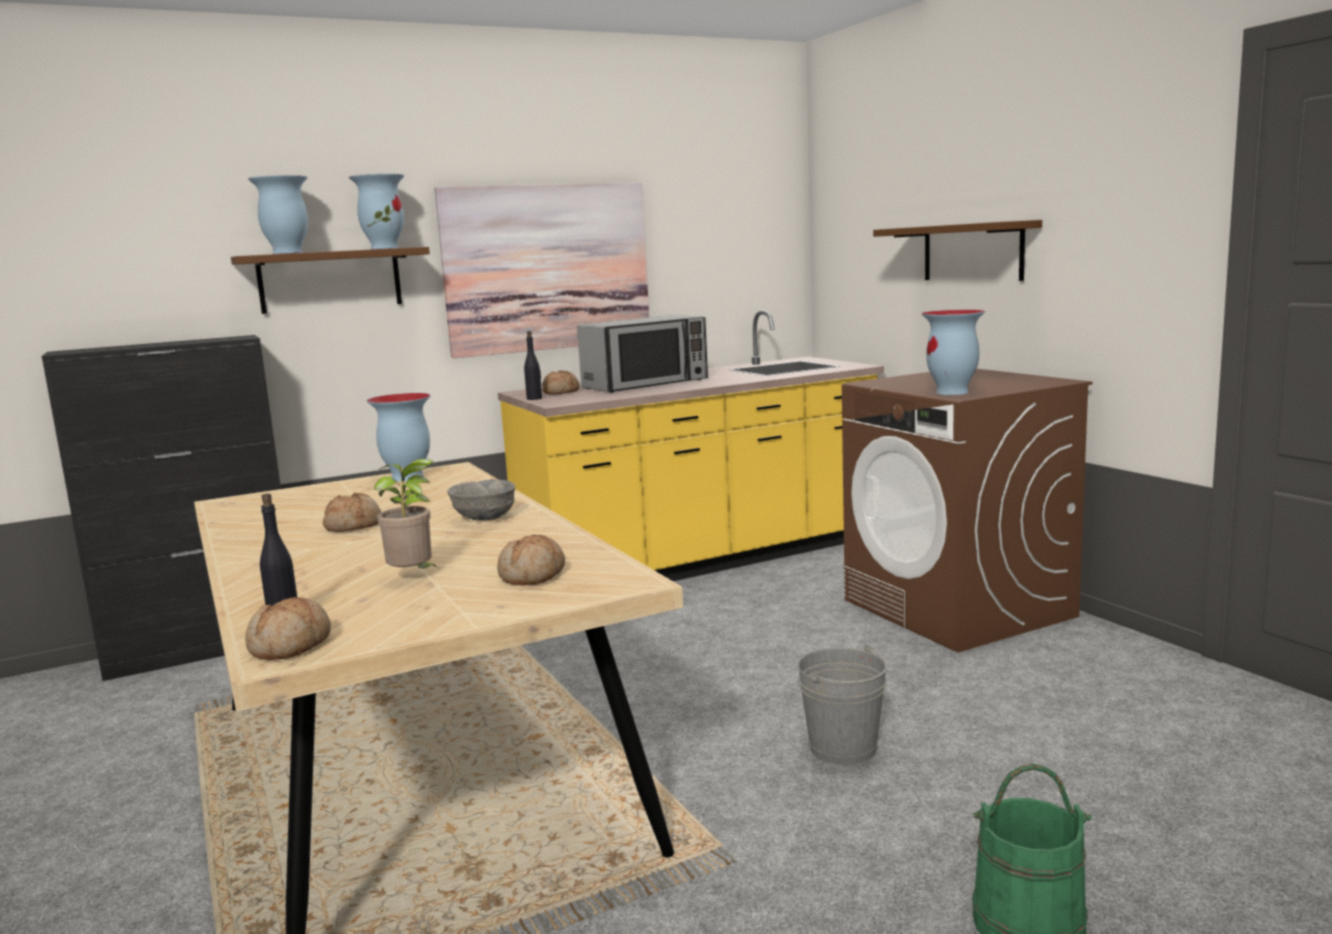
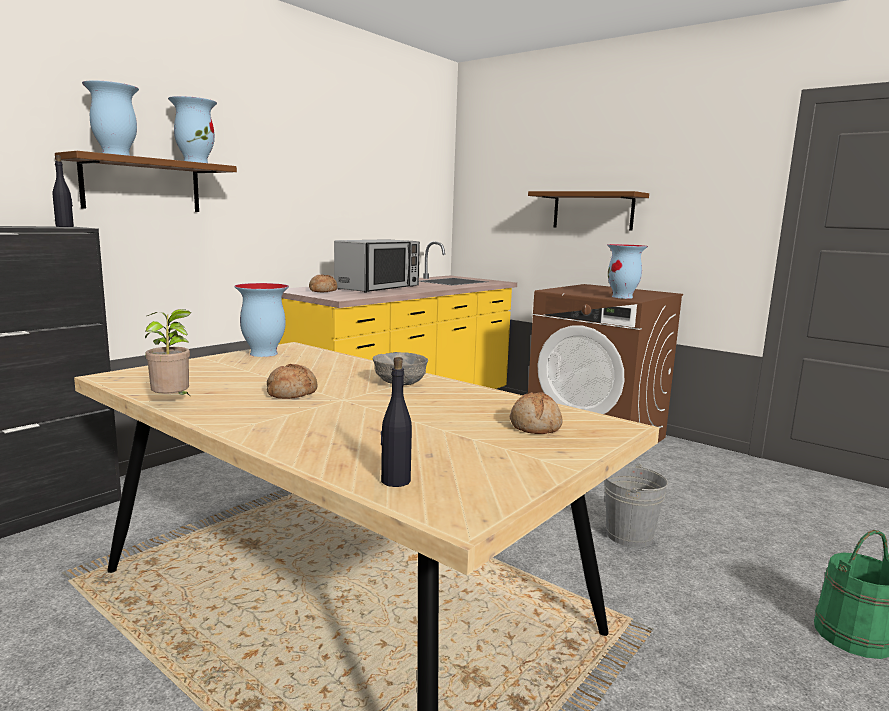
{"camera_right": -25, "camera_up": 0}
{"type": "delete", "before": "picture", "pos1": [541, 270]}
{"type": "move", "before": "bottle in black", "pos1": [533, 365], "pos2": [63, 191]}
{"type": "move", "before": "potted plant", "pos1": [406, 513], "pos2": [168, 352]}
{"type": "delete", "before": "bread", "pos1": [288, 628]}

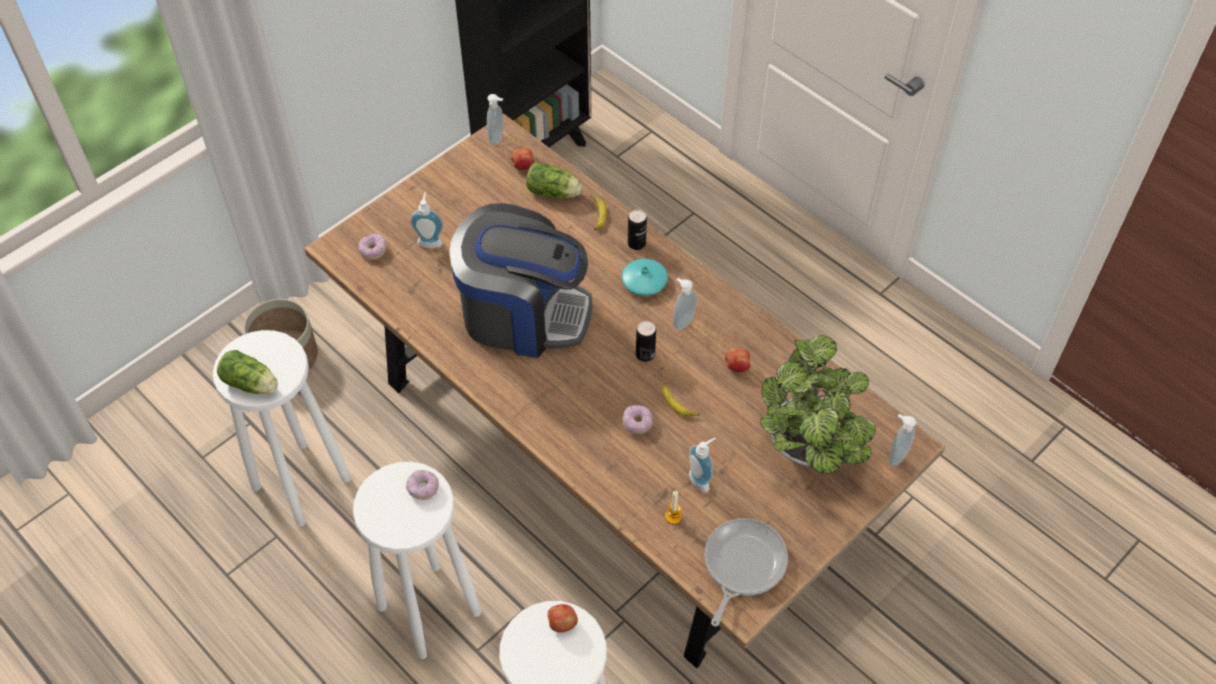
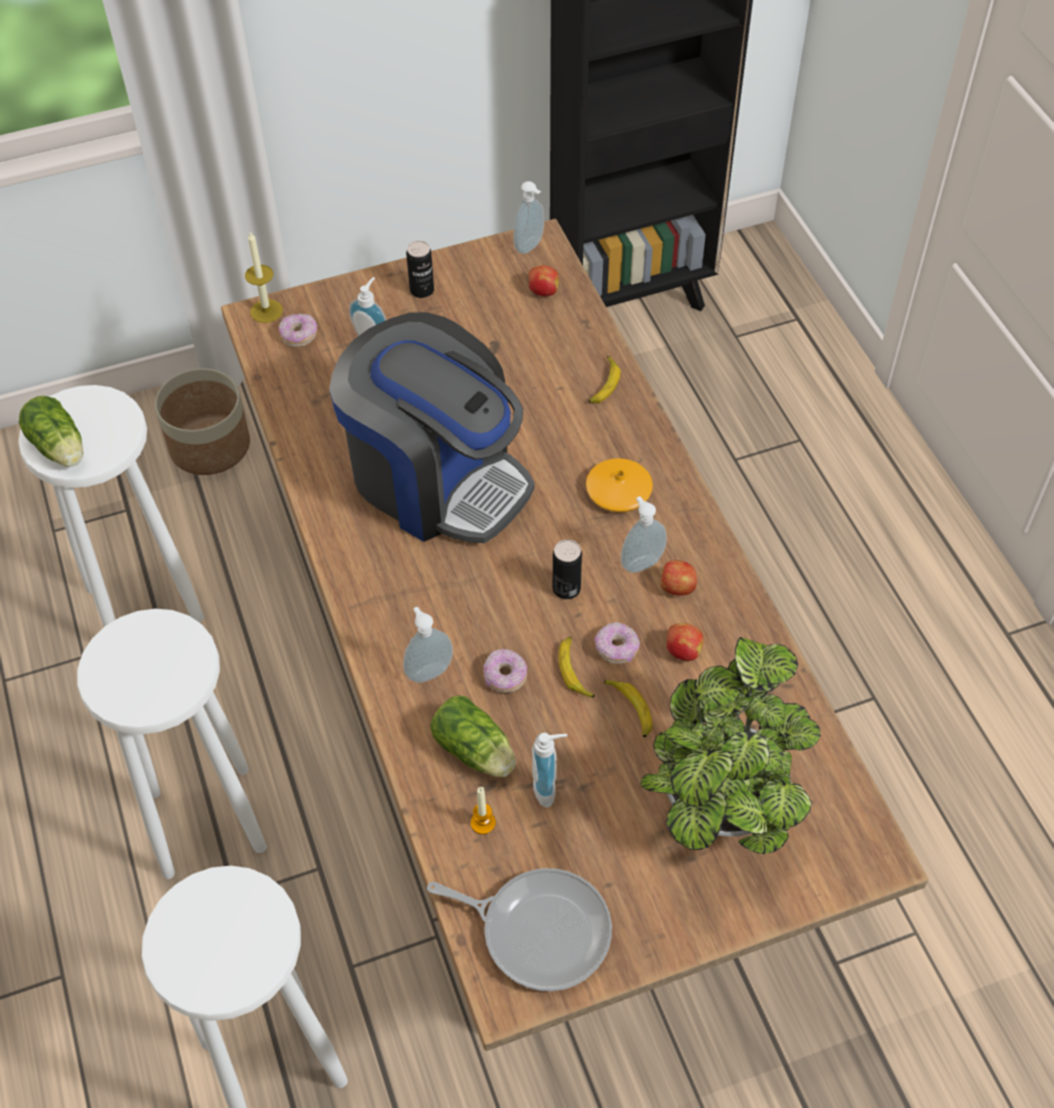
{"camera_right": 25, "camera_up": 0}
{"type": "move", "before": "lettuce", "pos1": [554, 180], "pos2": [473, 736]}
{"type": "move", "before": "can", "pos1": [637, 229], "pos2": [420, 269]}
{"type": "recolor", "before": "vase in turquoise", "after": "vase in orange", "pos1": [645, 277], "pos2": [619, 485]}
{"type": "move", "before": "soap dispenser", "pos1": [902, 440], "pos2": [428, 645]}
{"type": "move", "before": "donut", "pos1": [422, 485], "pos2": [617, 643]}
{"type": "rotate", "before": "frying pan", "pos1": [746, 572], "pos2": [519, 929], "turn": 60}
{"type": "move", "before": "apple", "pos1": [563, 618], "pos2": [678, 578]}
{"type": "insert", "after": "candle", "pos2": [264, 277]}
{"type": "insert", "after": "banana", "pos2": [628, 708]}

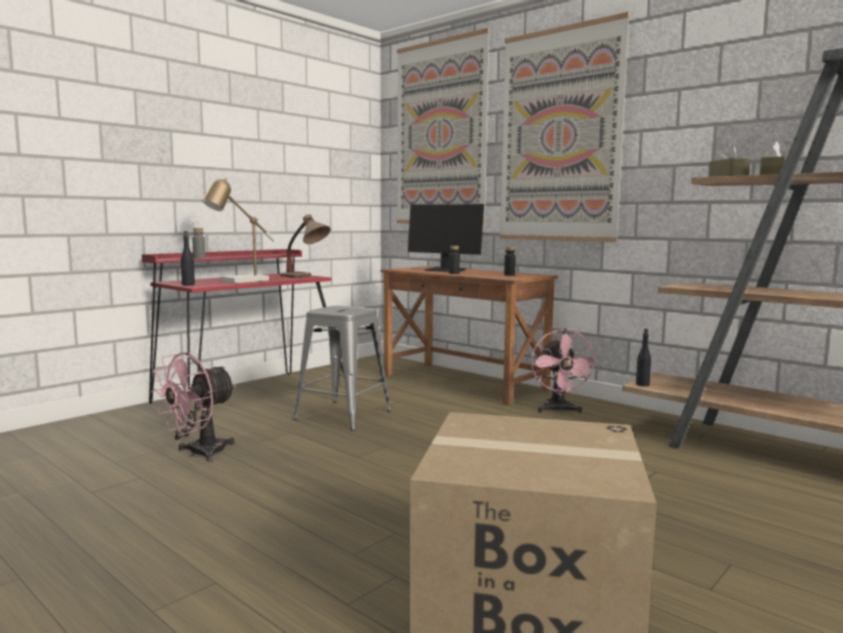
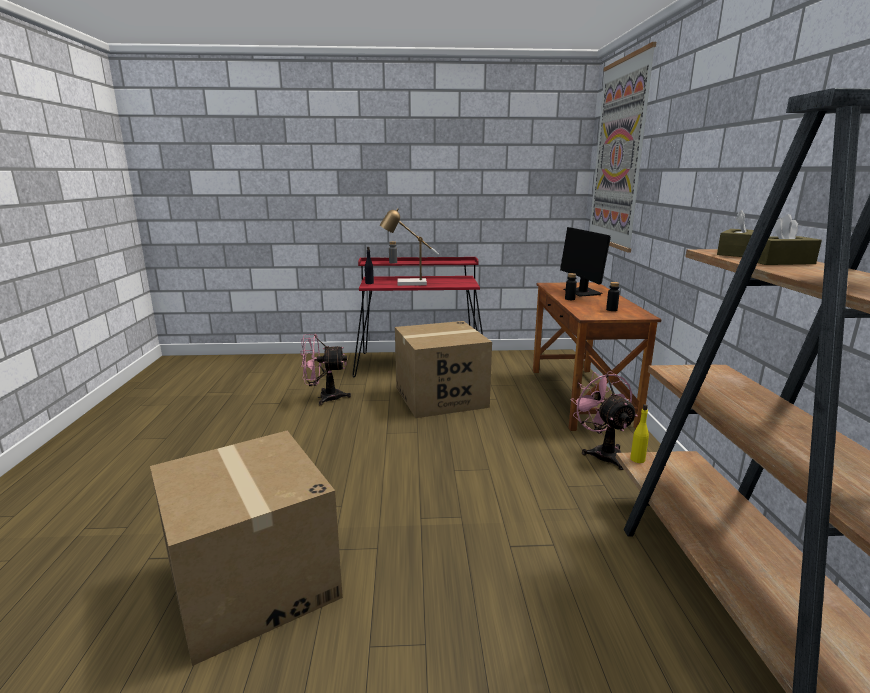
{"camera_right": 45, "camera_up": 10}
{"type": "delete", "before": "picture", "pos1": [564, 127]}
{"type": "delete", "before": "table lamp", "pos1": [305, 245]}
{"type": "replace", "before": "stool in grey", "after": "cardboard box", "pos1": [342, 367], "pos2": [443, 369]}
{"type": "rotate", "before": "fan in pink", "pos1": [564, 371], "pos2": [604, 420], "turn": 120}
{"type": "recolor", "before": "bottle in black", "after": "bottle in yellow", "pos1": [643, 357], "pos2": [639, 433]}

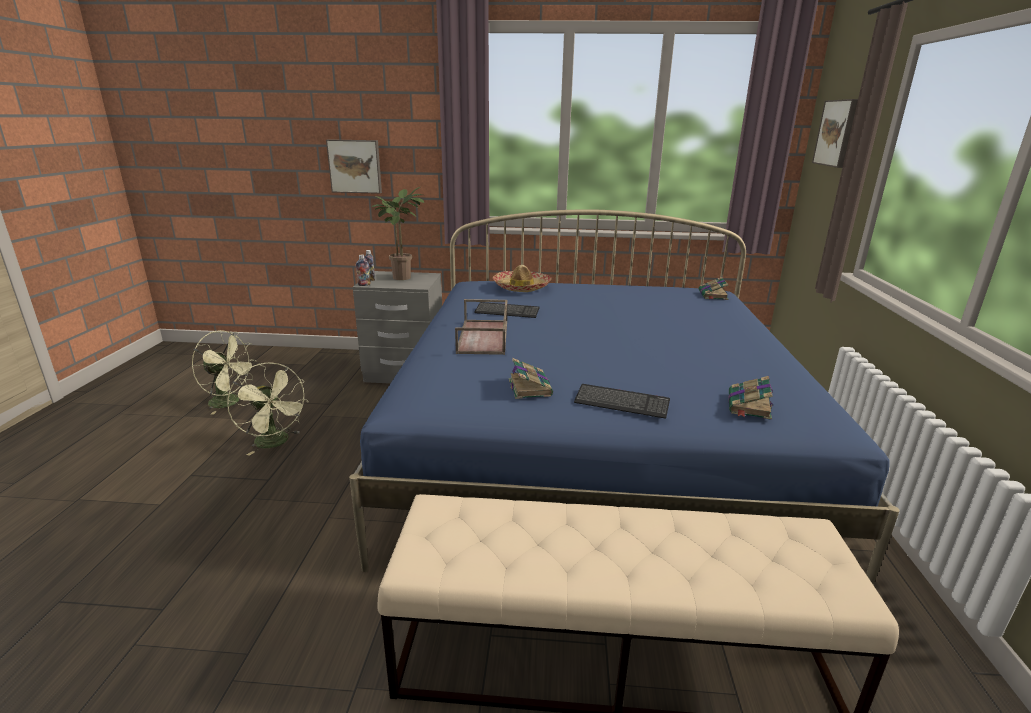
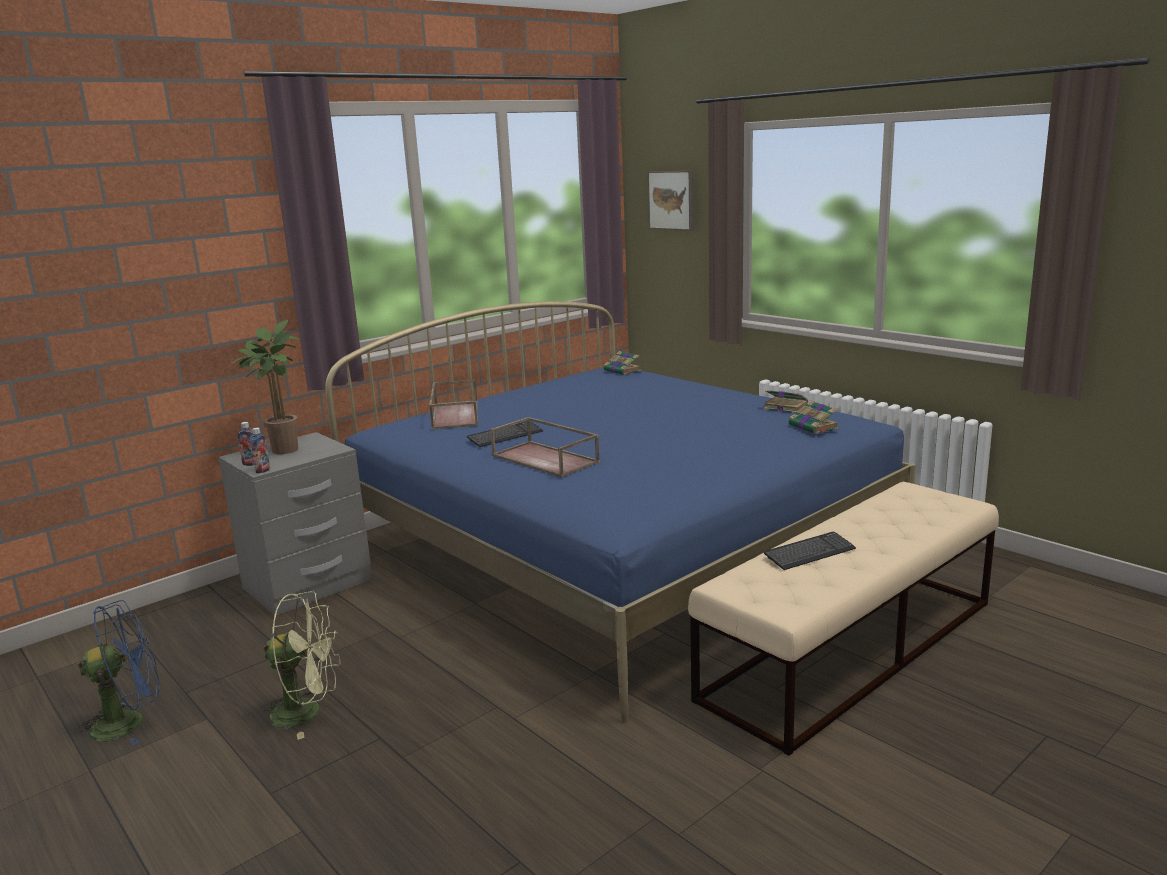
{"camera_right": -45, "camera_up": -5}
{"type": "delete", "before": "picture", "pos1": [354, 166]}
{"type": "replace", "before": "hat", "after": "tray in brown", "pos1": [522, 278], "pos2": [453, 404]}
{"type": "recolor", "before": "fan in green", "after": "fan in blue", "pos1": [224, 372], "pos2": [117, 672]}
{"type": "move", "before": "book", "pos1": [531, 378], "pos2": [786, 401]}
{"type": "move", "before": "keyboard", "pos1": [622, 401], "pos2": [810, 551]}

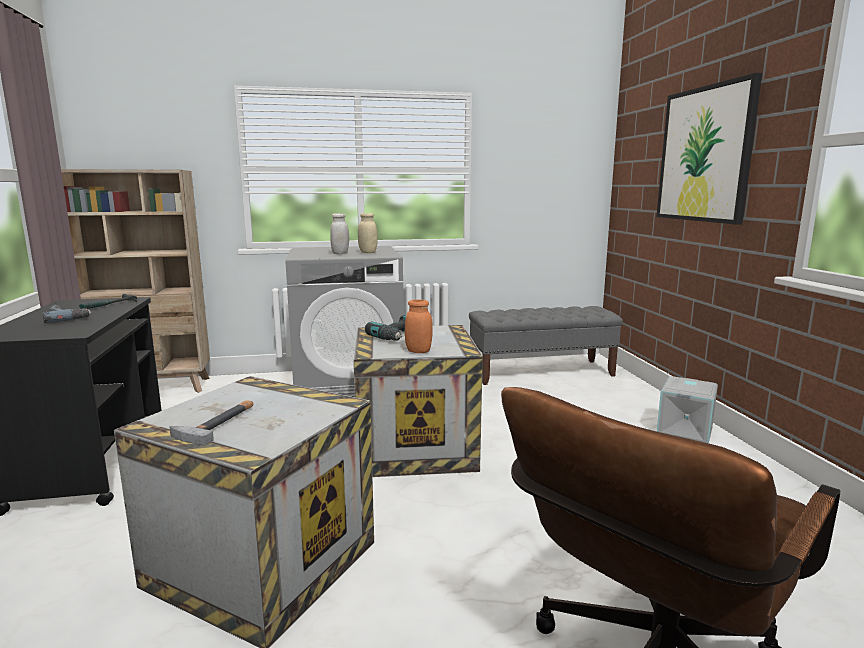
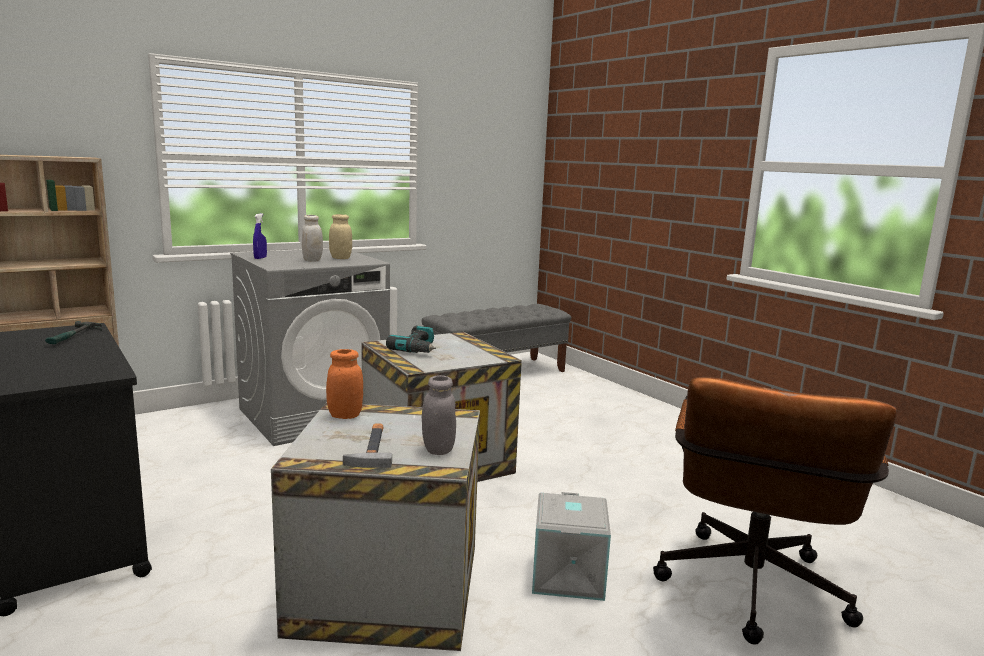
{"camera_right": -25, "camera_up": 0}
{"type": "delete", "before": "picture", "pos1": [709, 149]}
{"type": "move", "before": "jar in orange", "pos1": [419, 326], "pos2": [344, 384]}
{"type": "delete", "before": "power drill", "pos1": [67, 314]}
{"type": "move", "before": "storage box in grey", "pos1": [687, 409], "pos2": [571, 546]}
{"type": "insert", "after": "spray bottle in blue", "pos2": [260, 236]}
{"type": "insert", "after": "jar in grey", "pos2": [439, 415]}

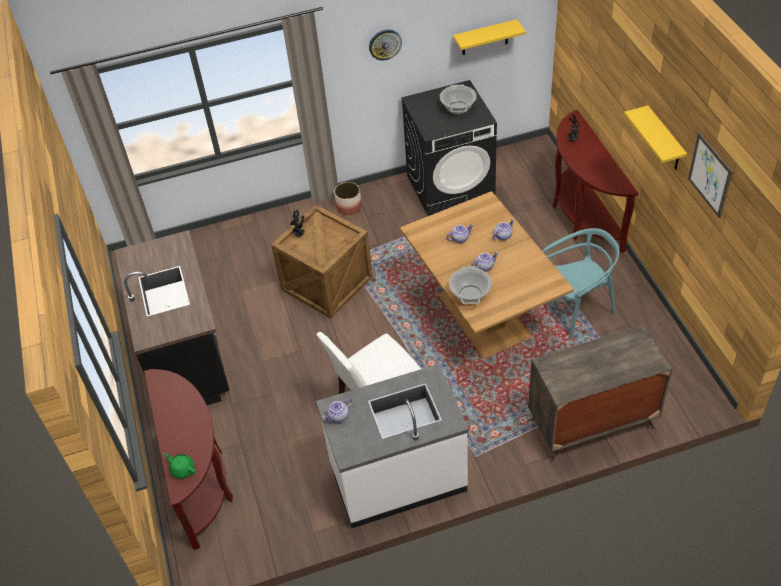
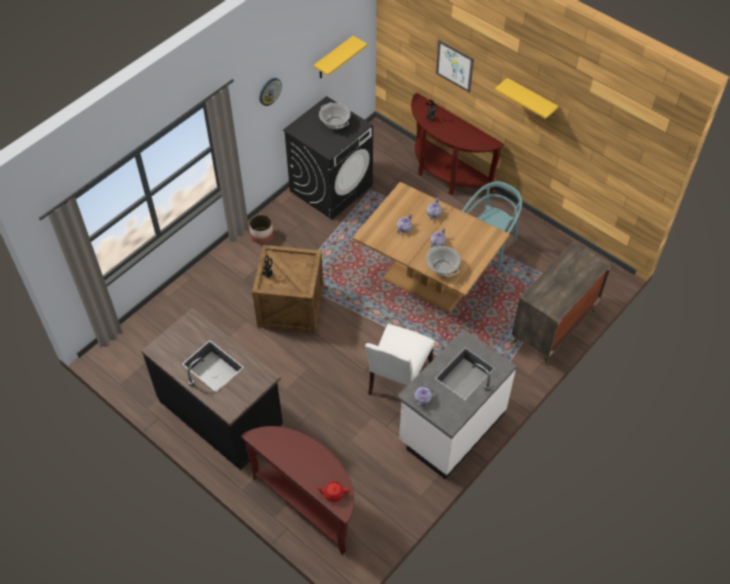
{"camera_right": -35, "camera_up": 5}
{"type": "move", "before": "picture", "pos1": [710, 175], "pos2": [455, 66]}
{"type": "recolor", "before": "teapot in green", "after": "teapot in red", "pos1": [179, 466], "pos2": [333, 492]}

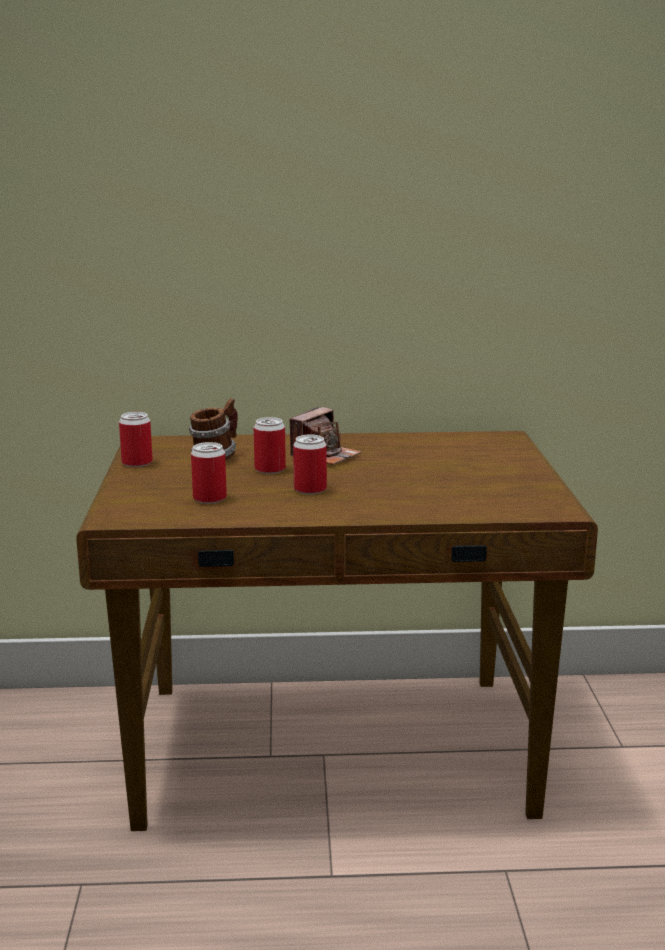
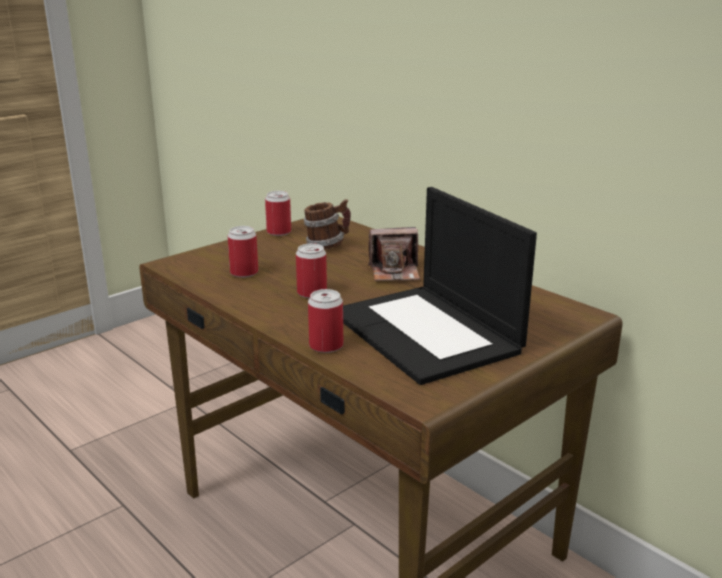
{"camera_right": 50, "camera_up": 5}
{"type": "move", "before": "can", "pos1": [270, 445], "pos2": [325, 321]}
{"type": "insert", "after": "laptop", "pos2": [440, 286]}

